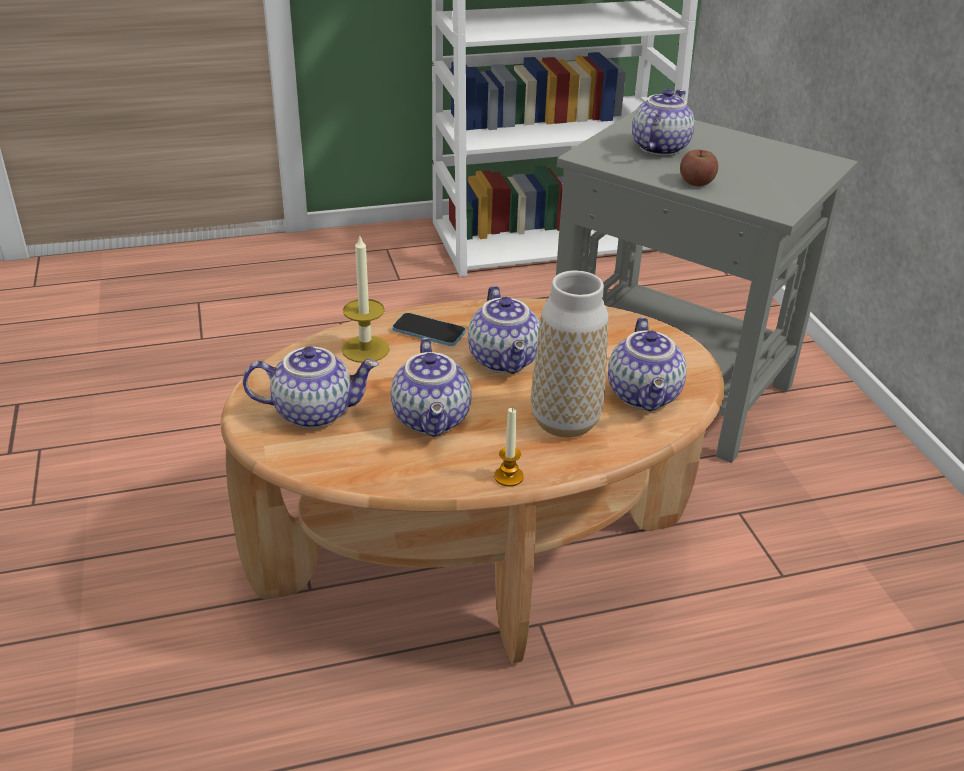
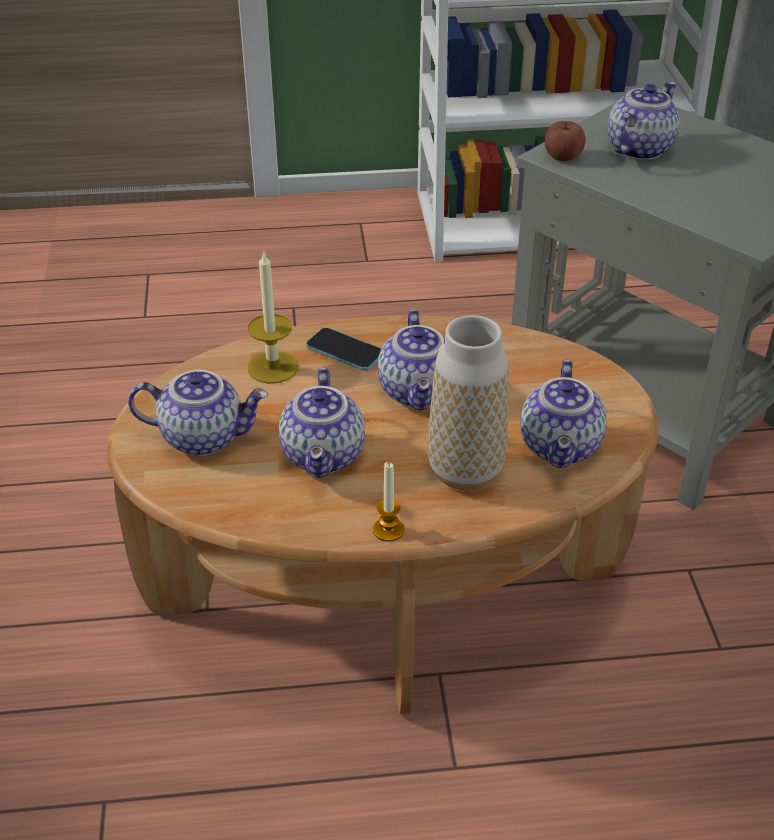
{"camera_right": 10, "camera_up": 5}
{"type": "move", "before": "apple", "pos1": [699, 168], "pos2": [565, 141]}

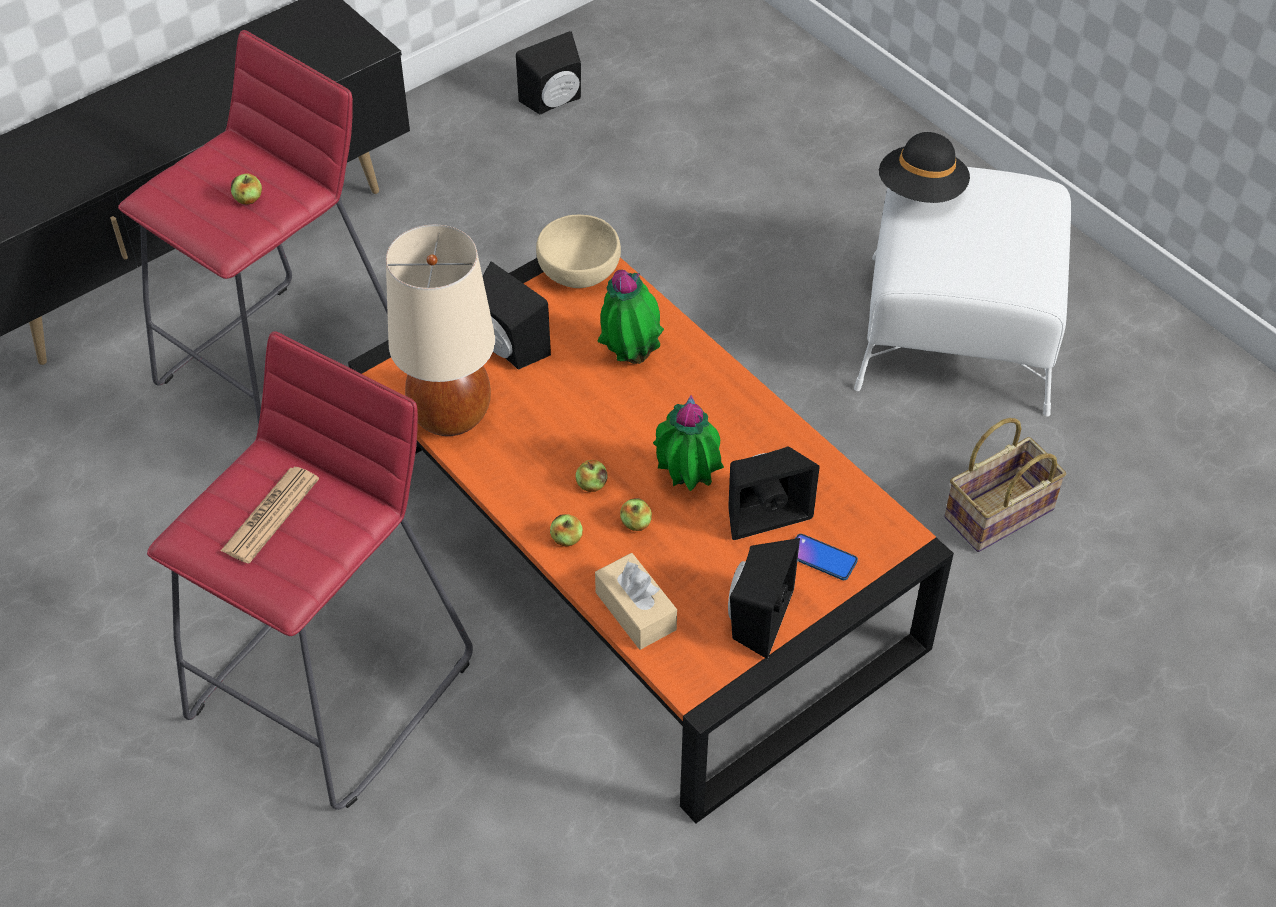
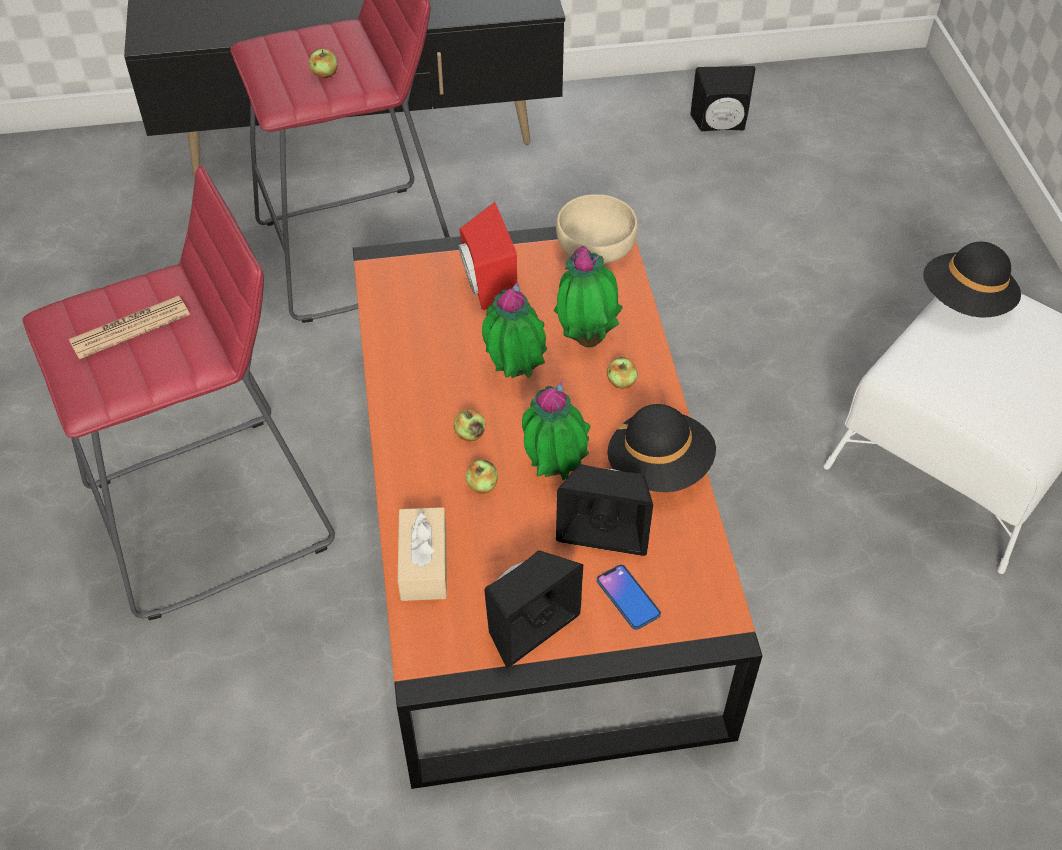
{"camera_right": 30, "camera_up": 0}
{"type": "delete", "before": "table lamp in beige", "pos1": [440, 330]}
{"type": "recolor", "before": "speaker in black", "after": "speaker in red", "pos1": [517, 315], "pos2": [488, 256]}
{"type": "delete", "before": "basket", "pos1": [1005, 485]}
{"type": "move", "before": "apple", "pos1": [566, 530], "pos2": [622, 373]}
{"type": "insert", "after": "potted plant", "pos2": [514, 330]}
{"type": "insert", "after": "hat in black", "pos2": [661, 448]}

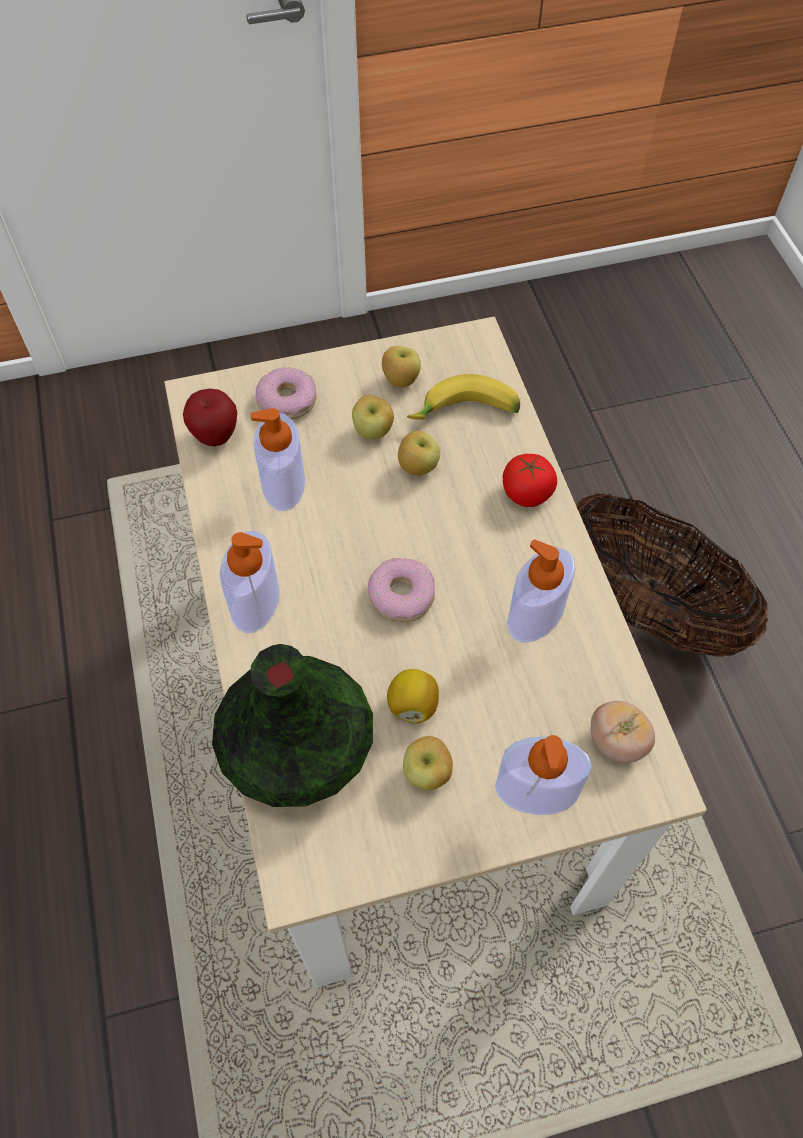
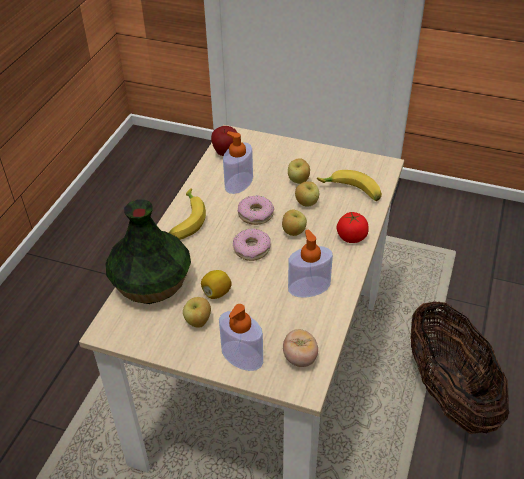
{"camera_right": 35, "camera_up": -15}
{"type": "move", "before": "apple", "pos1": [401, 367], "pos2": [294, 223]}
{"type": "move", "before": "donut", "pos1": [286, 394], "pos2": [256, 210]}
{"type": "replace", "before": "soap dispenser", "after": "banana", "pos1": [250, 582], "pos2": [187, 214]}

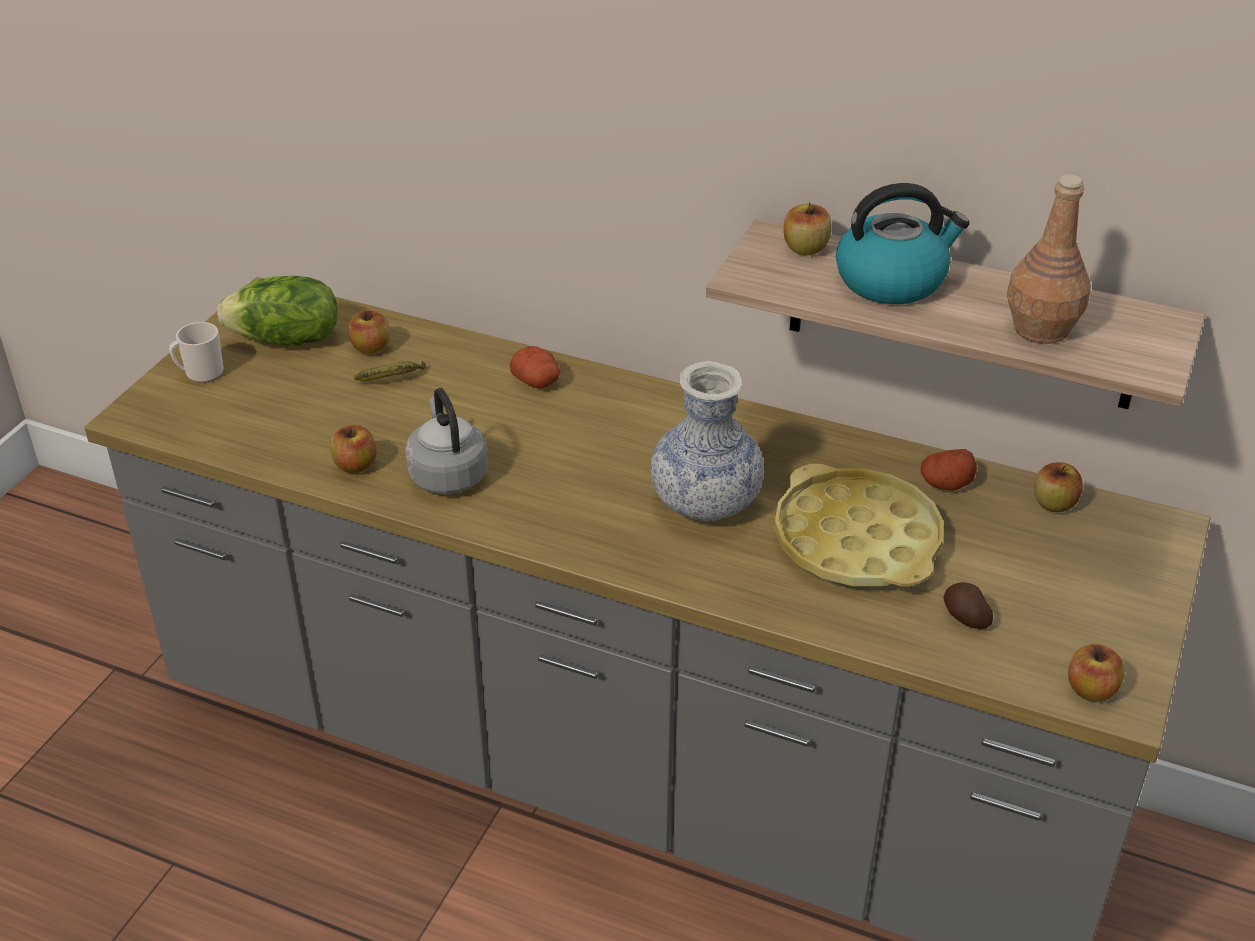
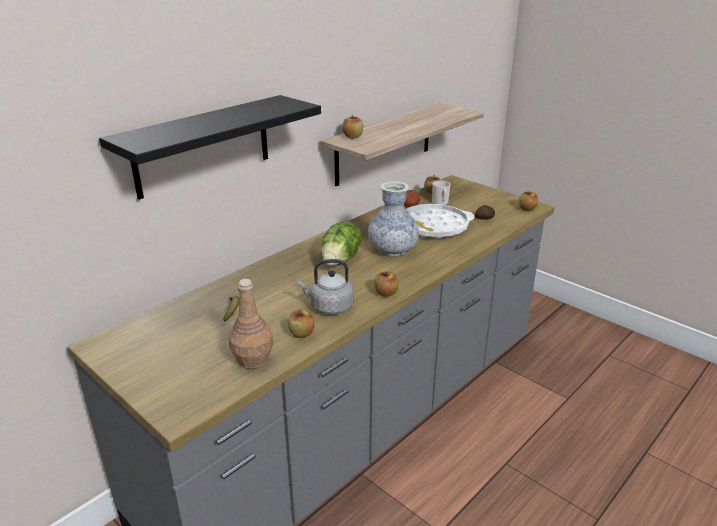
{"camera_right": -70, "camera_up": -10}
{"type": "move", "before": "bottle in brown", "pos1": [1049, 259], "pos2": [251, 324]}
{"type": "delete", "before": "kettle", "pos1": [903, 243]}
{"type": "move", "before": "lettuce", "pos1": [277, 311], "pos2": [341, 244]}
{"type": "move", "before": "apple", "pos1": [369, 332], "pos2": [386, 284]}
{"type": "move", "before": "mug", "pos1": [196, 352], "pos2": [441, 193]}
{"type": "delete", "before": "potato", "pos1": [535, 367]}
{"type": "recolor", "before": "tray in yellow", "after": "tray in white", "pos1": [859, 525], "pos2": [440, 221]}
{"type": "insert", "after": "shelf in black", "pos2": [210, 147]}

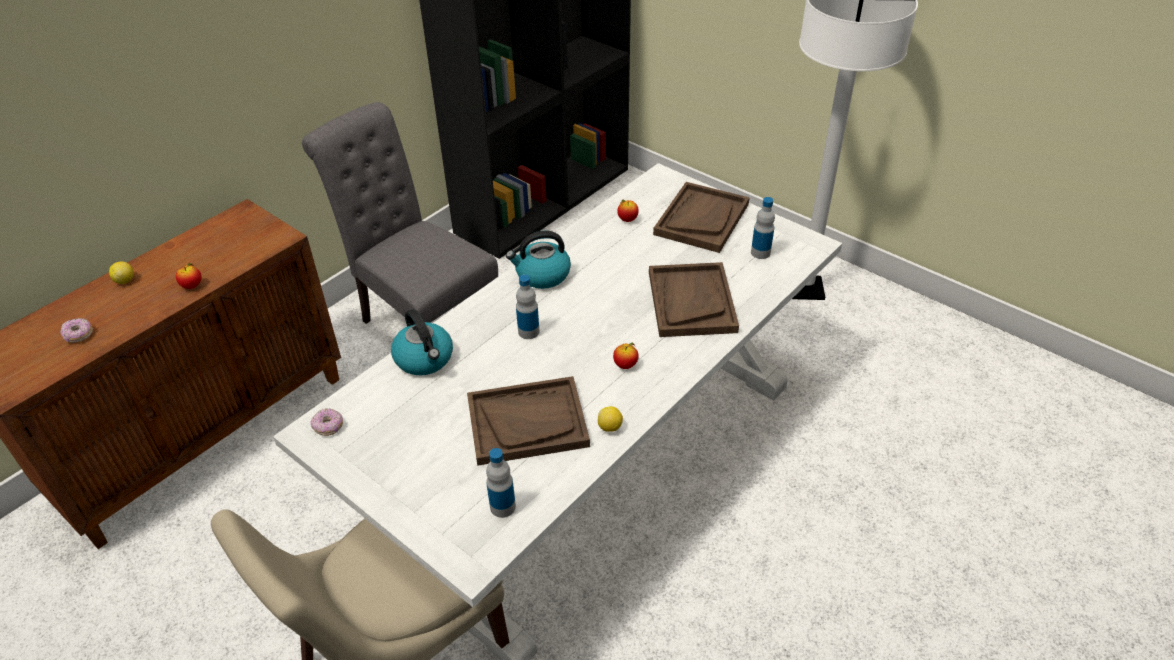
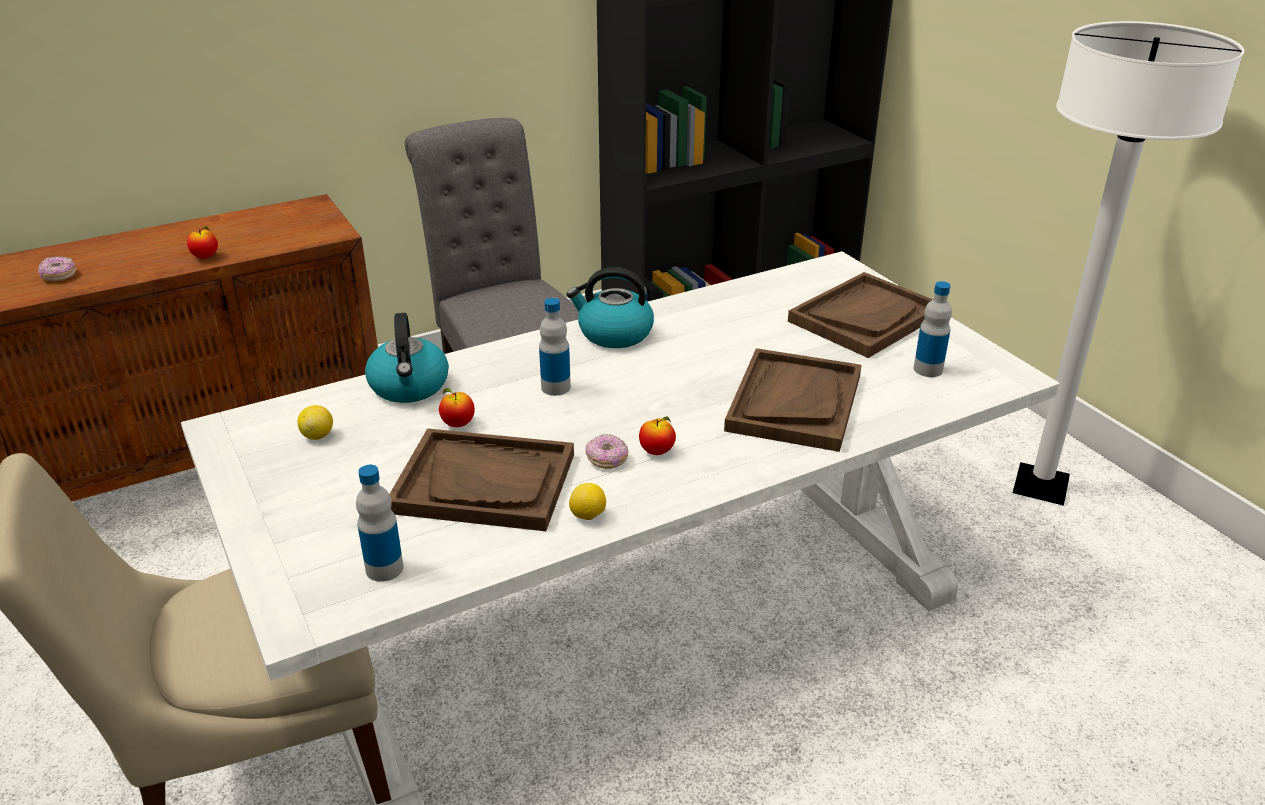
{"camera_right": 20, "camera_up": -10}
{"type": "move", "before": "apple", "pos1": [628, 211], "pos2": [457, 407]}
{"type": "move", "before": "lemon", "pos1": [121, 273], "pos2": [315, 422]}
{"type": "move", "before": "donut", "pos1": [326, 422], "pos2": [607, 451]}

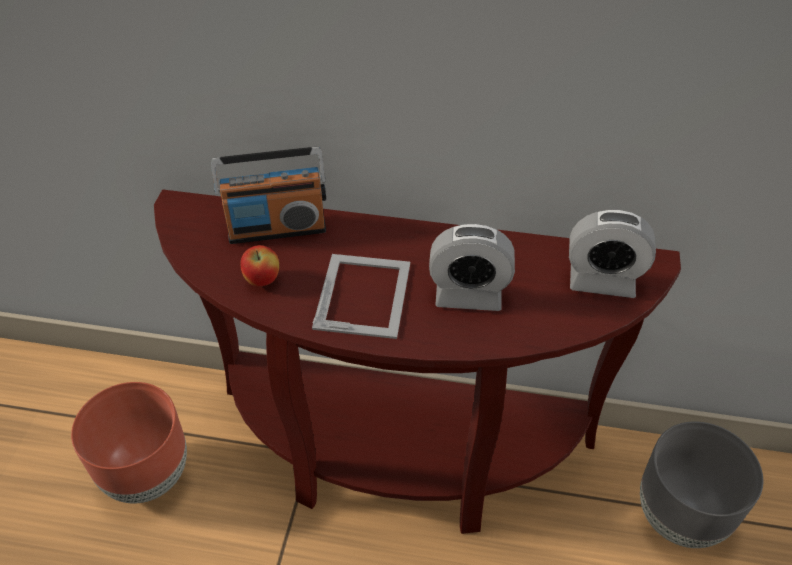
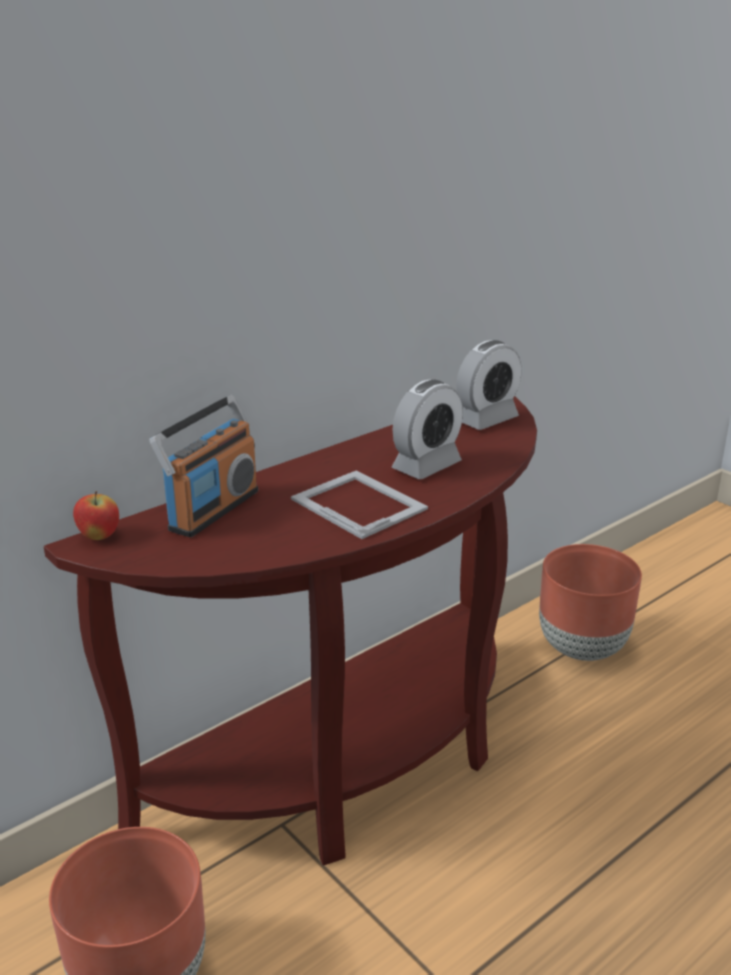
{"camera_right": -50, "camera_up": -20}
{"type": "move", "before": "apple", "pos1": [260, 265], "pos2": [96, 515]}
{"type": "recolor", "before": "planter in grey", "after": "planter in brown", "pos1": [701, 484], "pos2": [590, 602]}

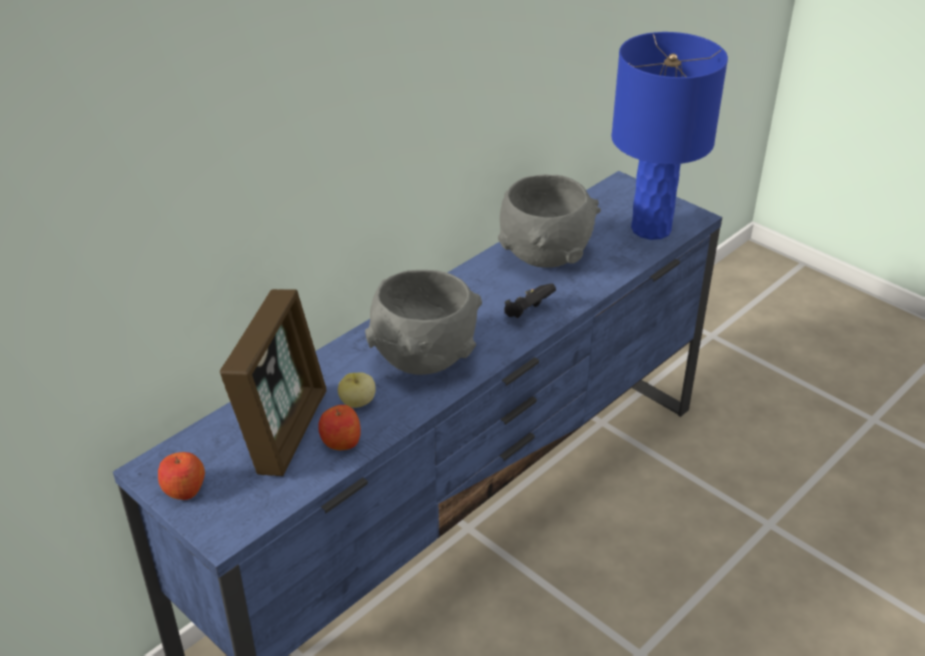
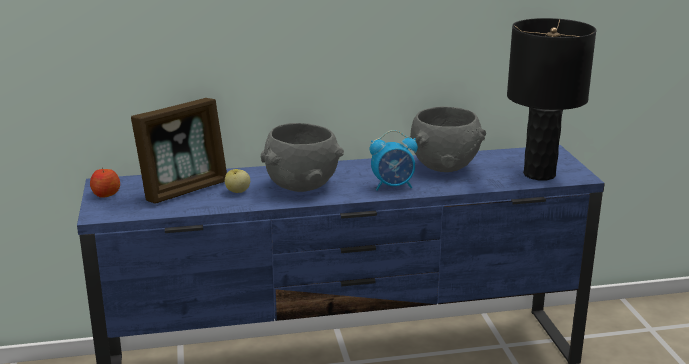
{"camera_right": 35, "camera_up": -15}
{"type": "recolor", "before": "table lamp in blue", "after": "table lamp in black", "pos1": [669, 136], "pos2": [552, 99]}
{"type": "replace", "before": "game controller in black", "after": "alarm clock", "pos1": [530, 300], "pos2": [394, 160]}
{"type": "delete", "before": "apple", "pos1": [339, 427]}

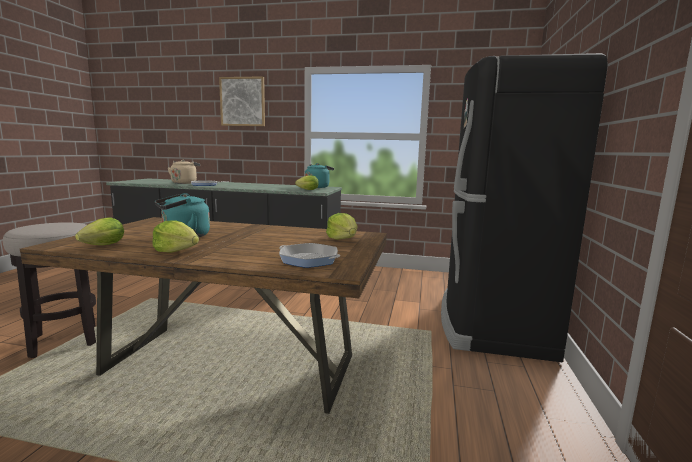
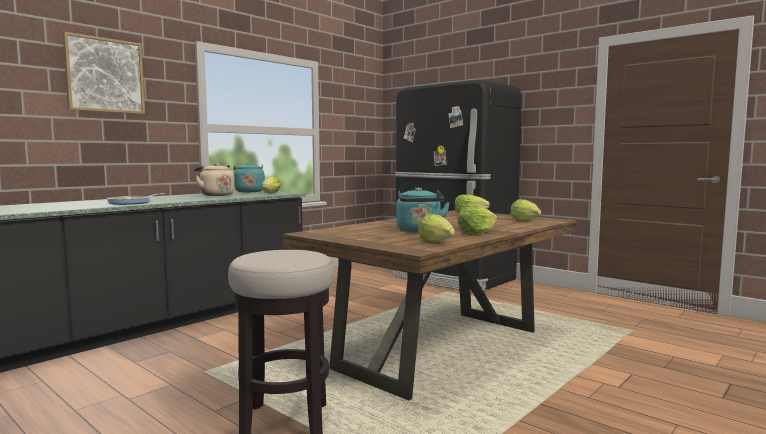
{"camera_right": -60, "camera_up": -5}
{"type": "move", "before": "kettle in beige", "pos1": [184, 172], "pos2": [214, 179]}
{"type": "replace", "before": "frying pan", "after": "lettuce", "pos1": [310, 255], "pos2": [525, 210]}

